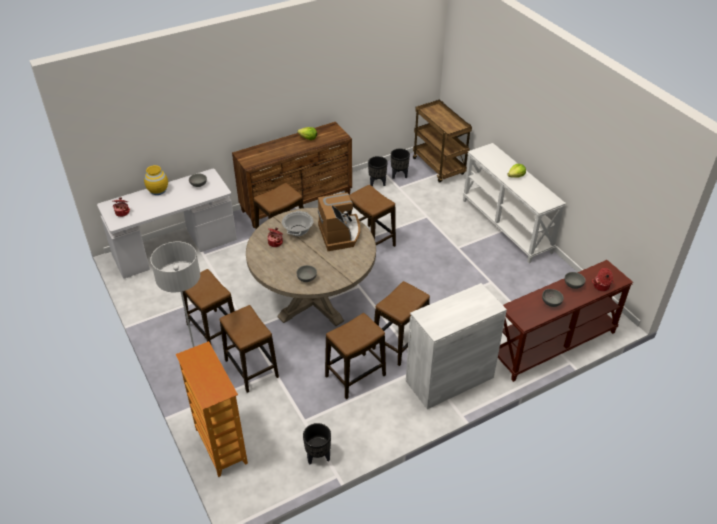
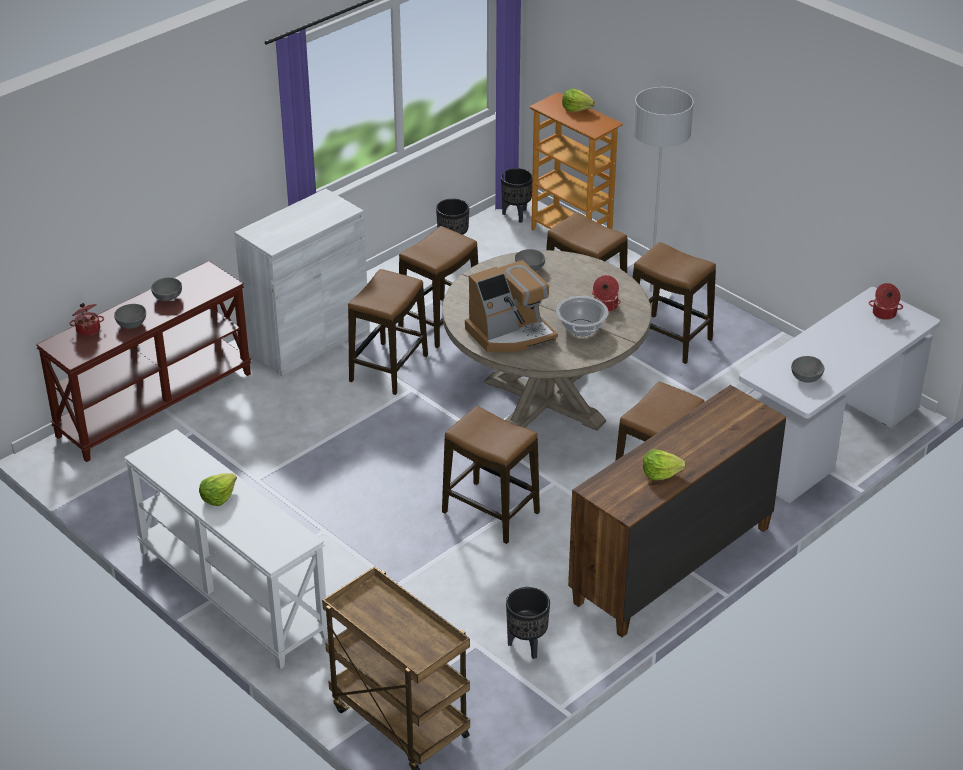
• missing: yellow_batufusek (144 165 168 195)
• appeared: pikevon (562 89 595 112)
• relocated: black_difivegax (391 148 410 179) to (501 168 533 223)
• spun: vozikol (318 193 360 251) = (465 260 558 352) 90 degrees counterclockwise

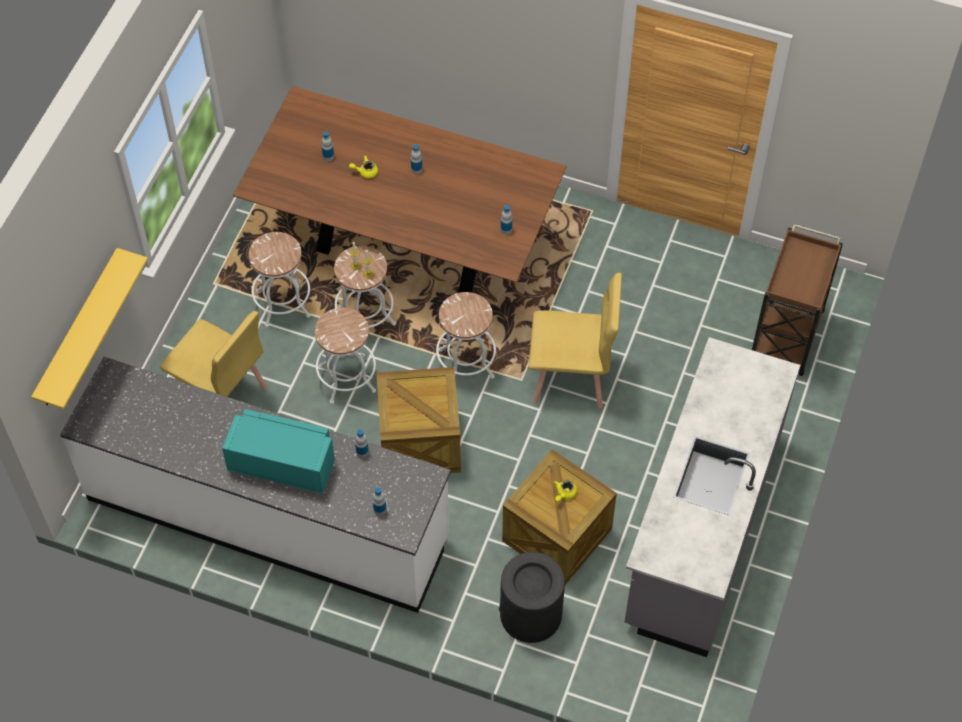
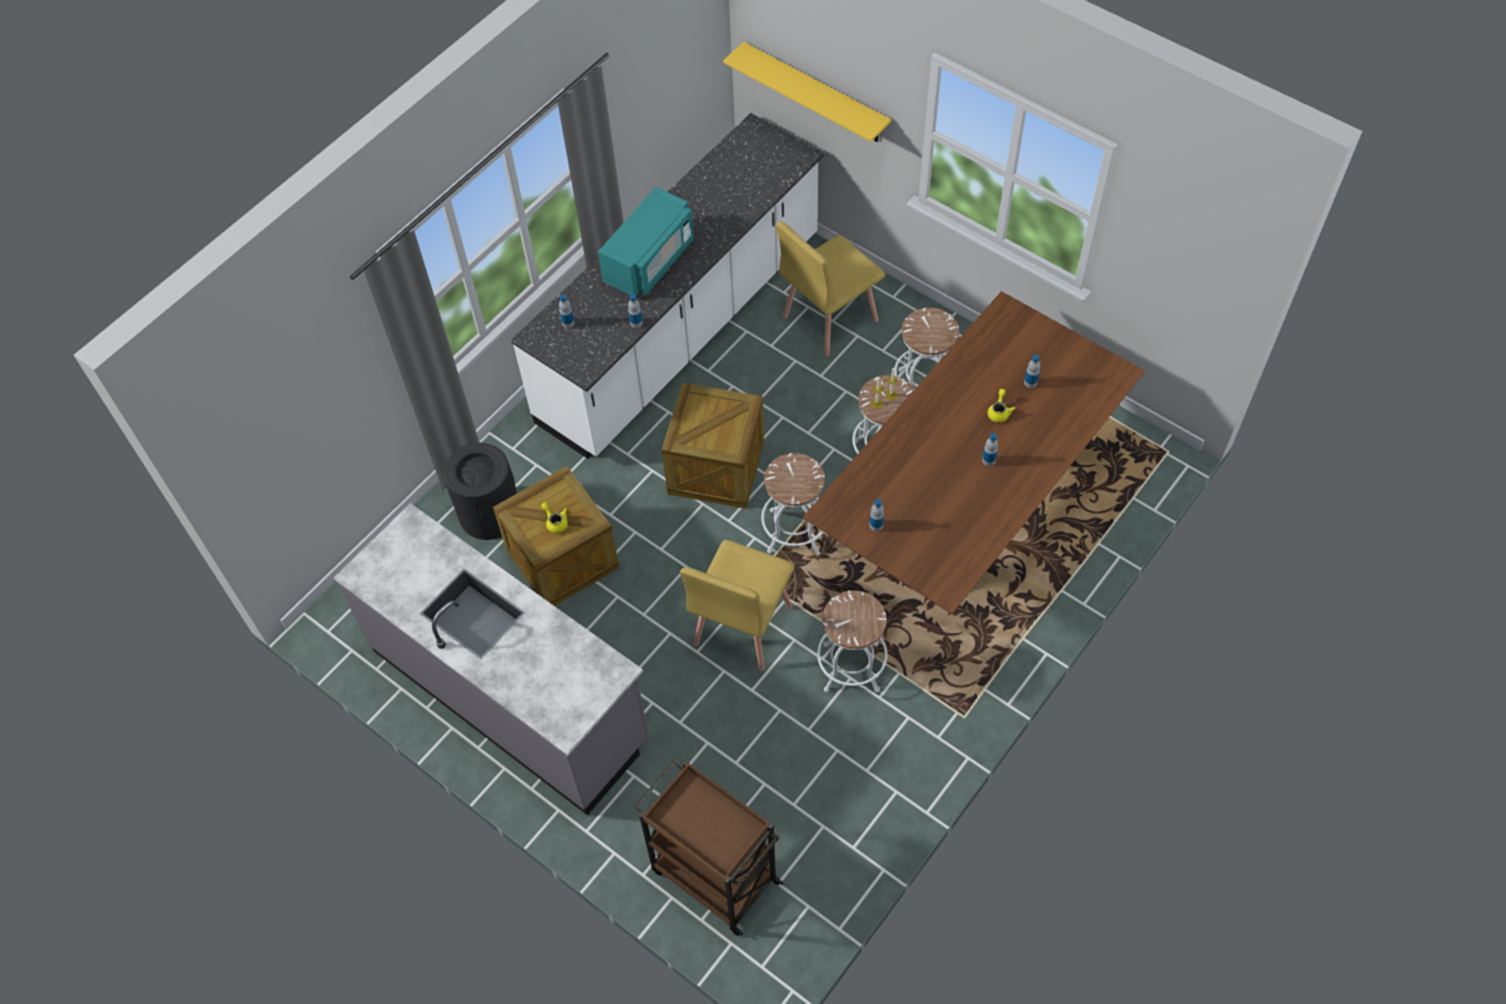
• relocated: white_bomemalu (315 307 376 404) to (817 590 887 692)

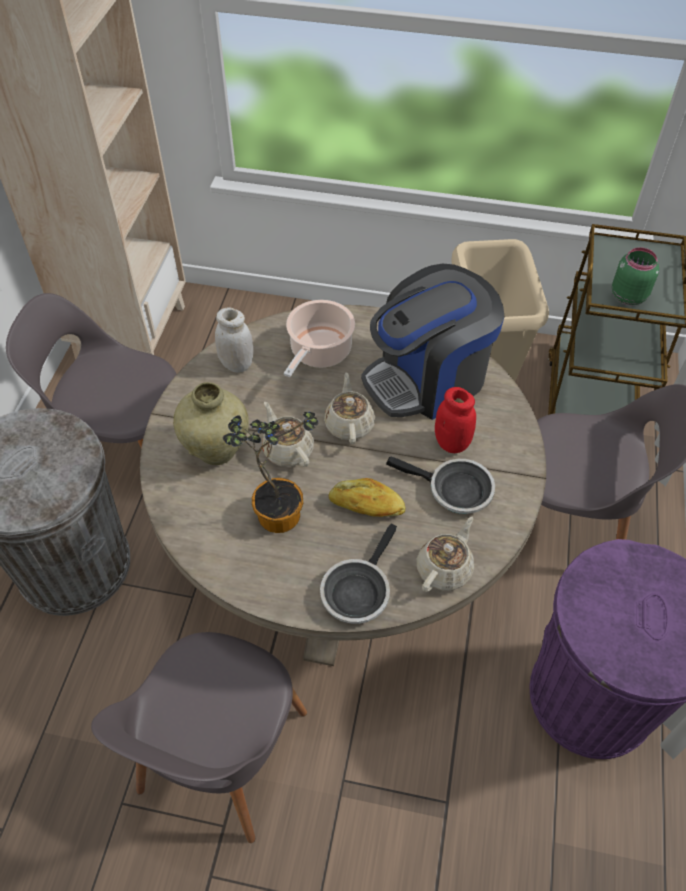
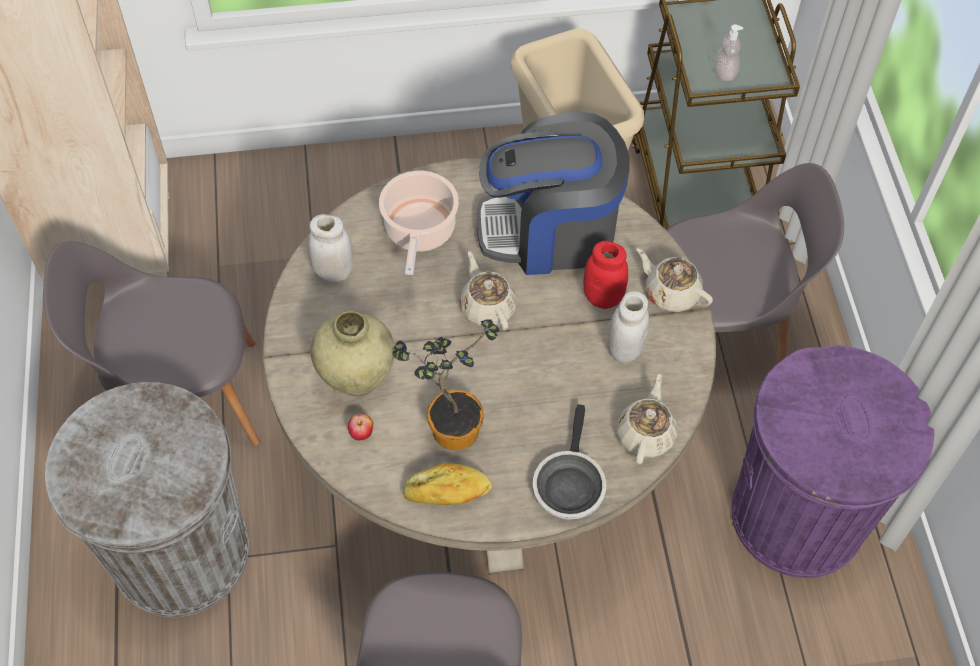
• appeared: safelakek (348 414 373 441)
• relocated: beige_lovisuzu (262 402 314 467) to (636 248 713 312)
• relocated: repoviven (329 478 405 517) to (403 463 492 505)
• exchanged: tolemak (386 456 495 514) to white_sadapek (608 291 649 363)
• exchanged: green_sadapek (612 247 659 305) to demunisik (714 24 743 81)
• spun: vozikol (361 264 504 420) = (477 112 629 275) 45 degrees clockwise

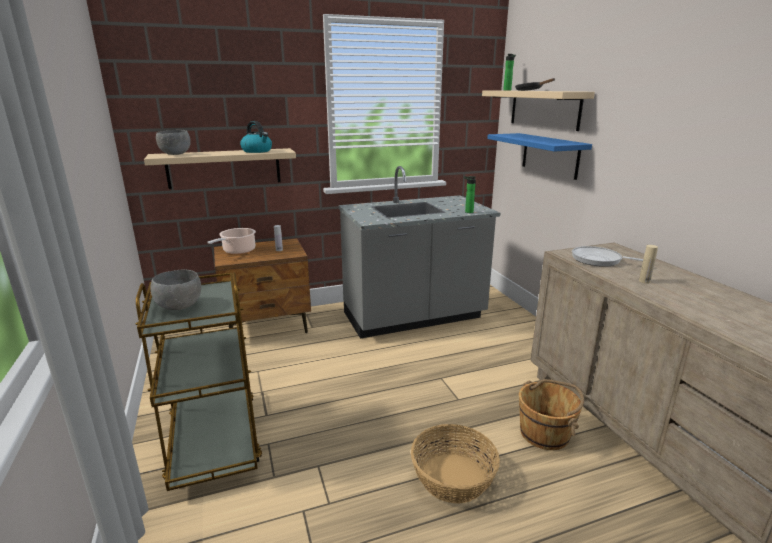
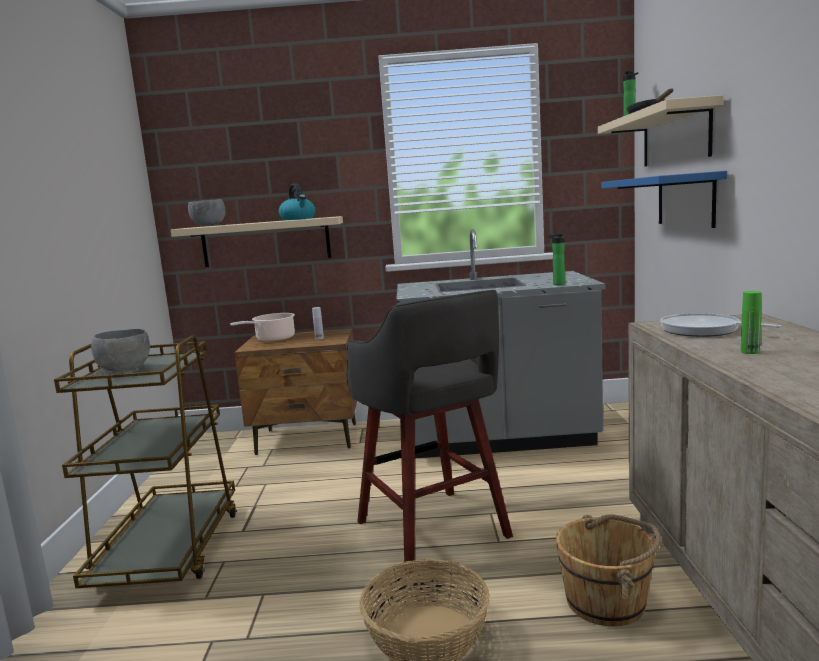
• appeared: grey_bomemalu (346 290 513 574)
• colour: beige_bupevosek (639 245 658 284) to green_bupevosek (741 291 762 354)

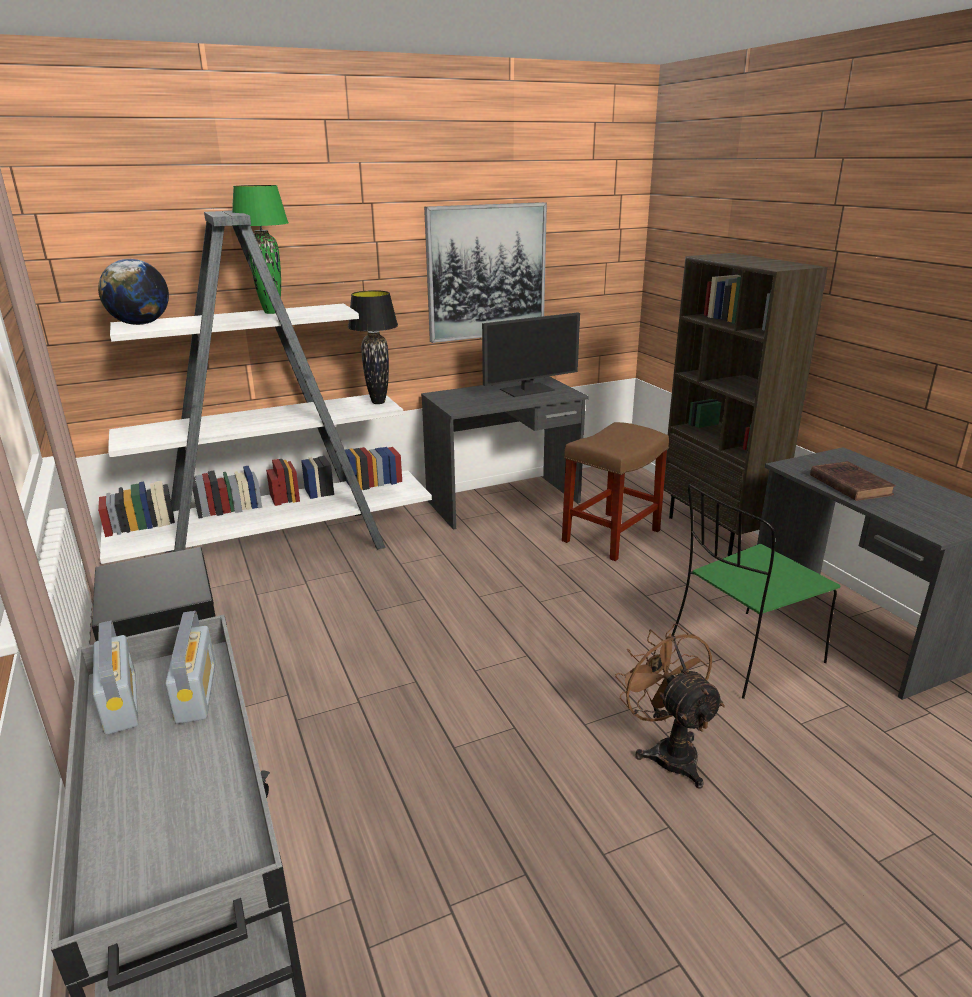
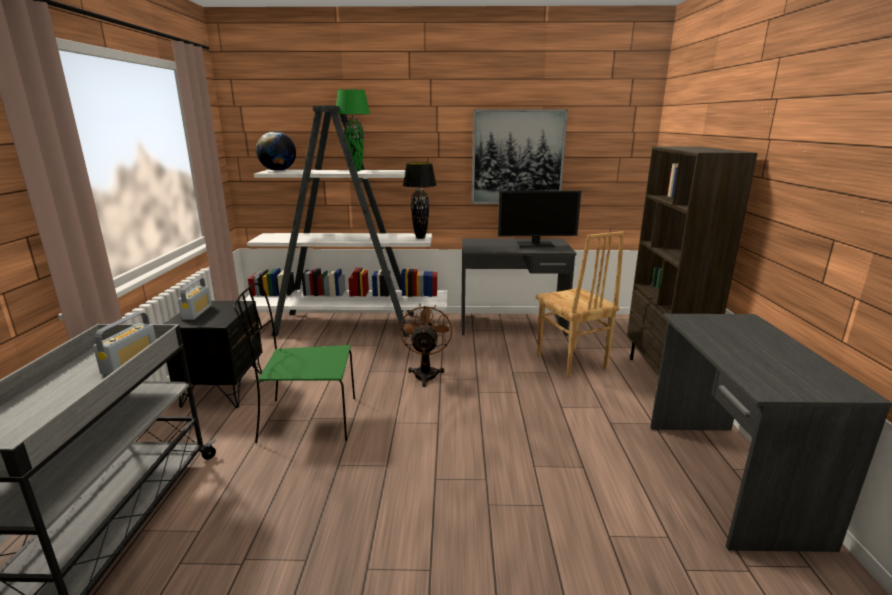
• missing: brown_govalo (810 461 896 501)
• relocated: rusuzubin (93 621 139 735) to (178 278 212 320)
• relocated: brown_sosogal (615 624 725 789) to (400 304 452 387)
• relocated: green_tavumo (671 484 841 699) to (233 283 355 443)
• exchanged: brown_bomemalu (562 422 669 561) to brown_tavumo (536 231 624 378)

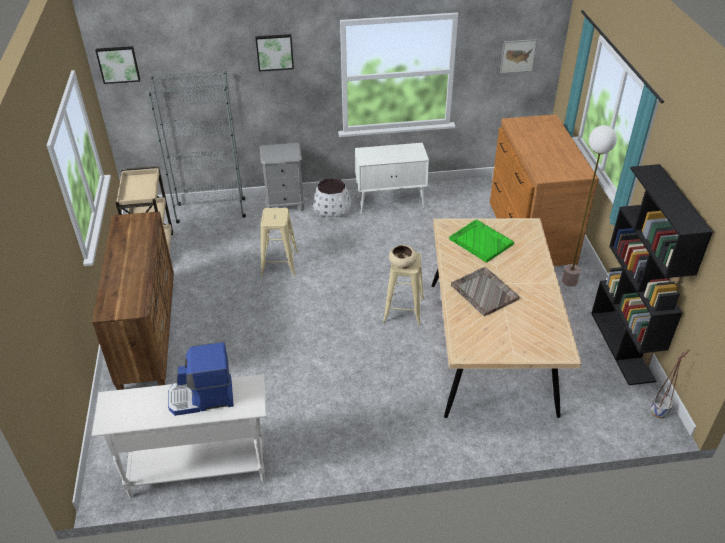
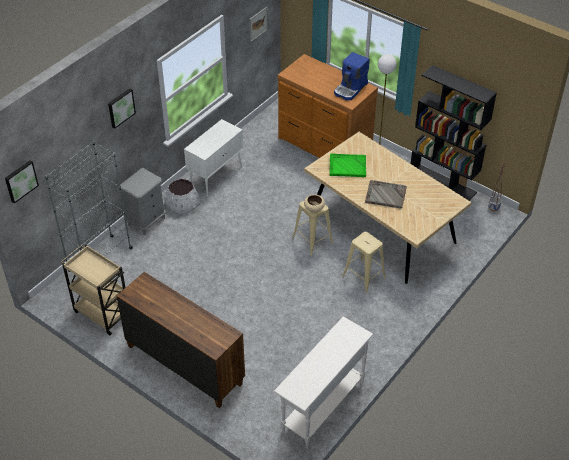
• relocated: vozikol (168 342 234 416) to (334 52 370 100)
• relocated: beige_bomemalu (260 208 298 277) to (342 232 386 293)

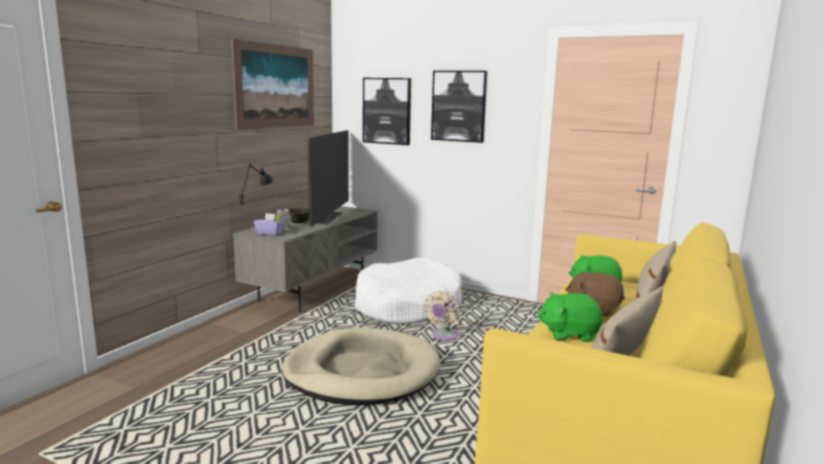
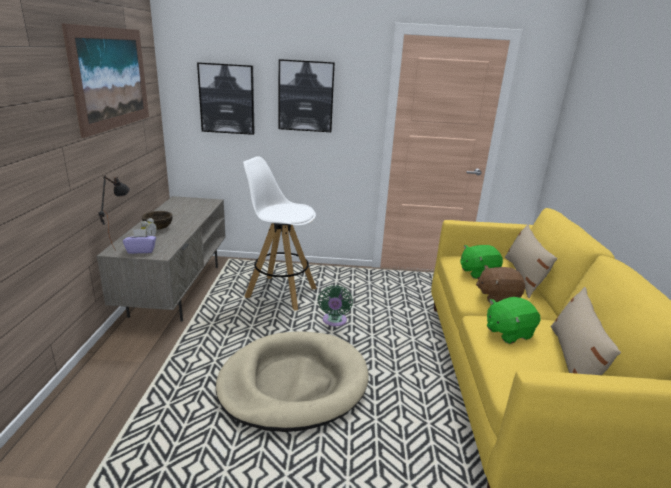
• missing: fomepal (307 130 349 227)
• exchanged: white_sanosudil (355 258 462 324) to white_bomemalu (243 156 317 311)
• colour: beige_sosogal (424 291 459 340) to green_sosogal (318 285 353 326)

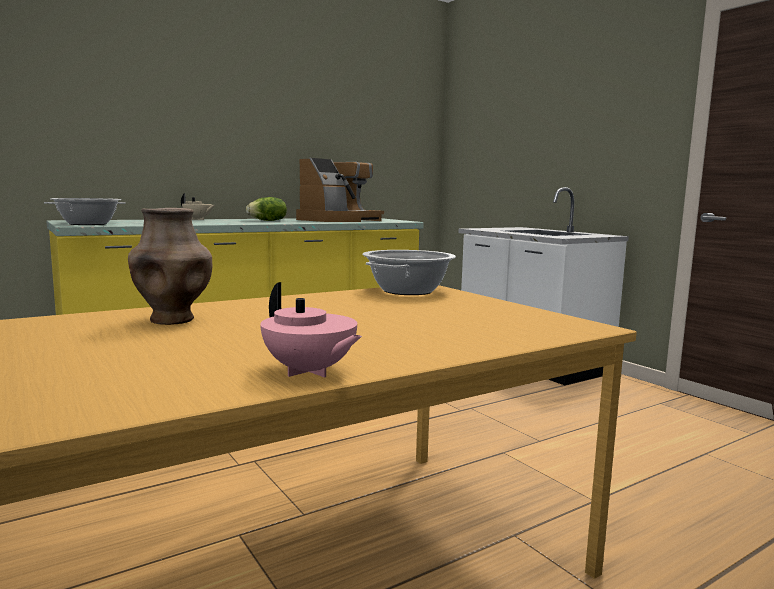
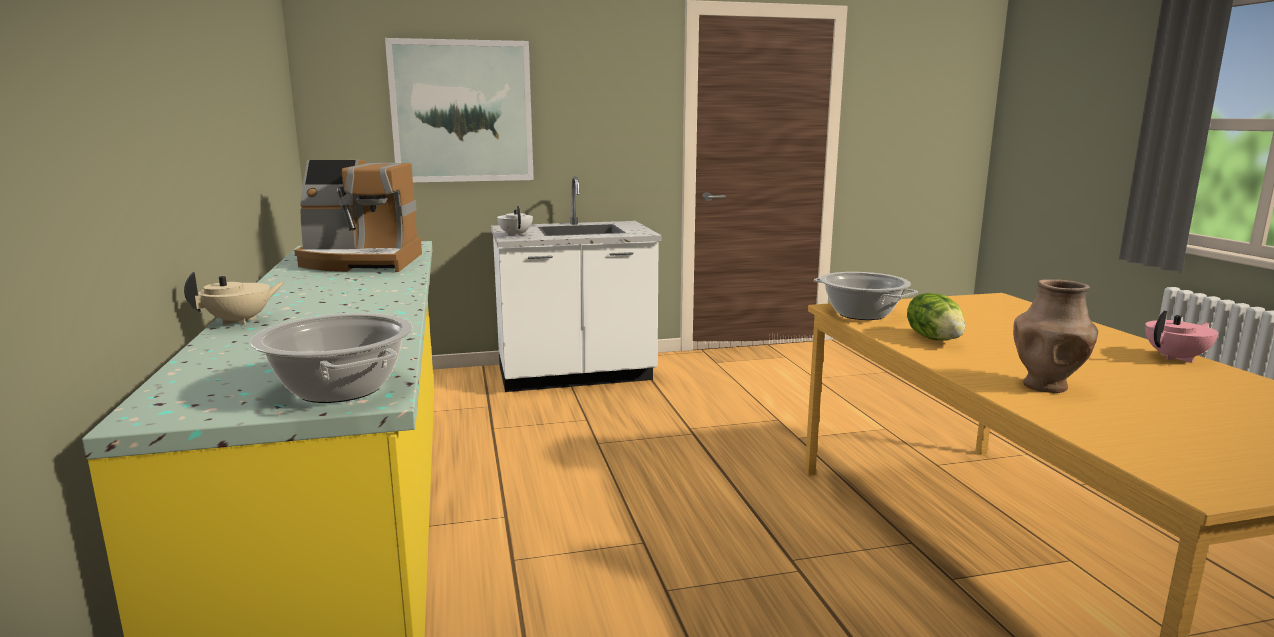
• appeared: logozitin (385 38 534 182)
• appeared: white_lovisuzu (497 206 533 237)
• relocated: pikevon (246 197 287 221) to (907 293 965 341)
• spun: vozikol (296 158 384 222) = (294 160 422 272) 120 degrees clockwise

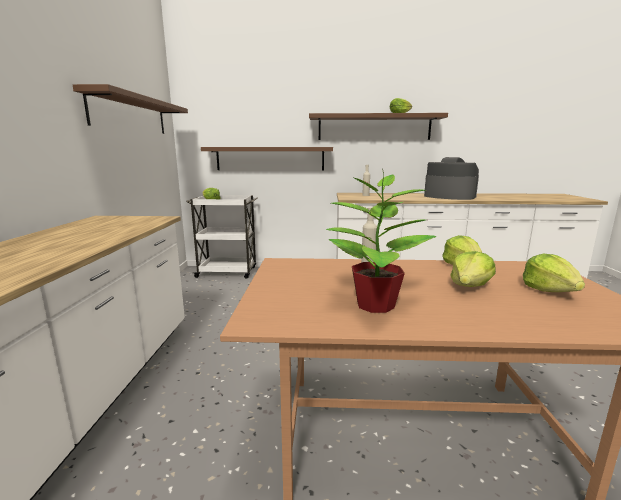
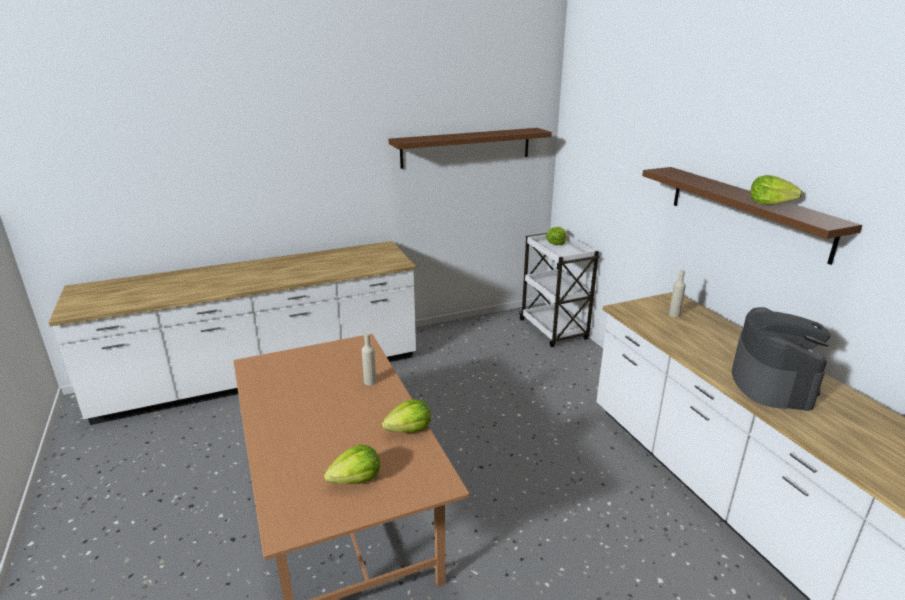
• missing: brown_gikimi (201 147 333 171)
• missing: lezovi (326 169 437 313)
• missing: pikevon (450 251 496 287)

